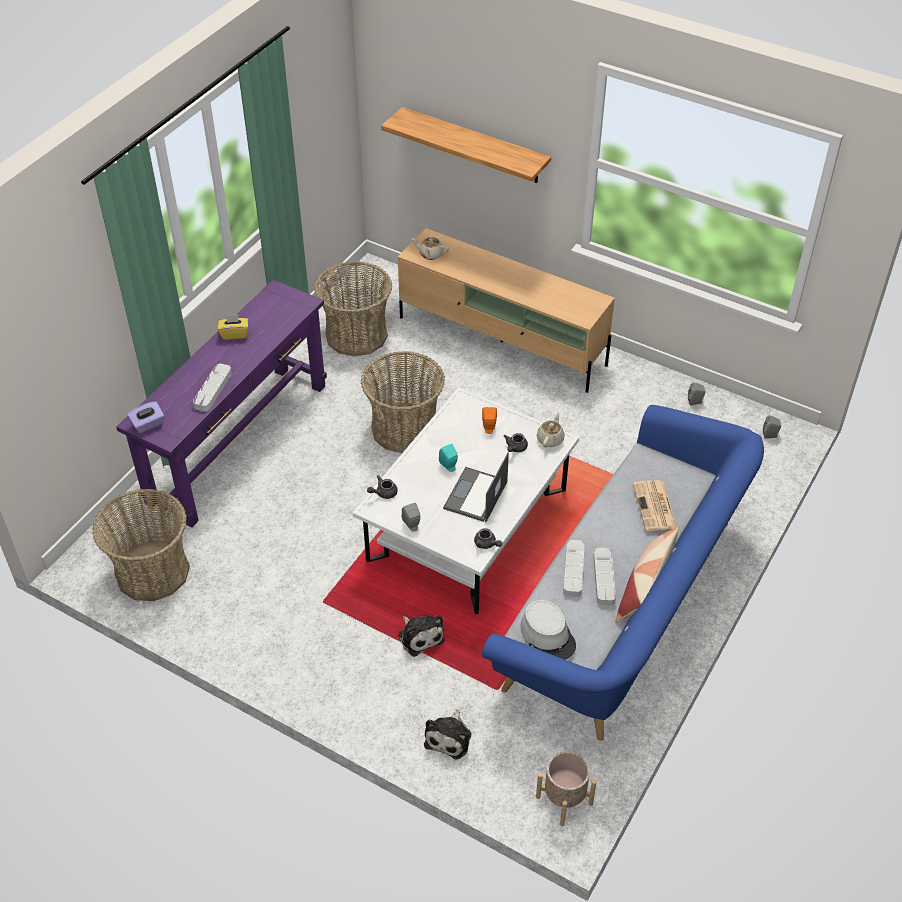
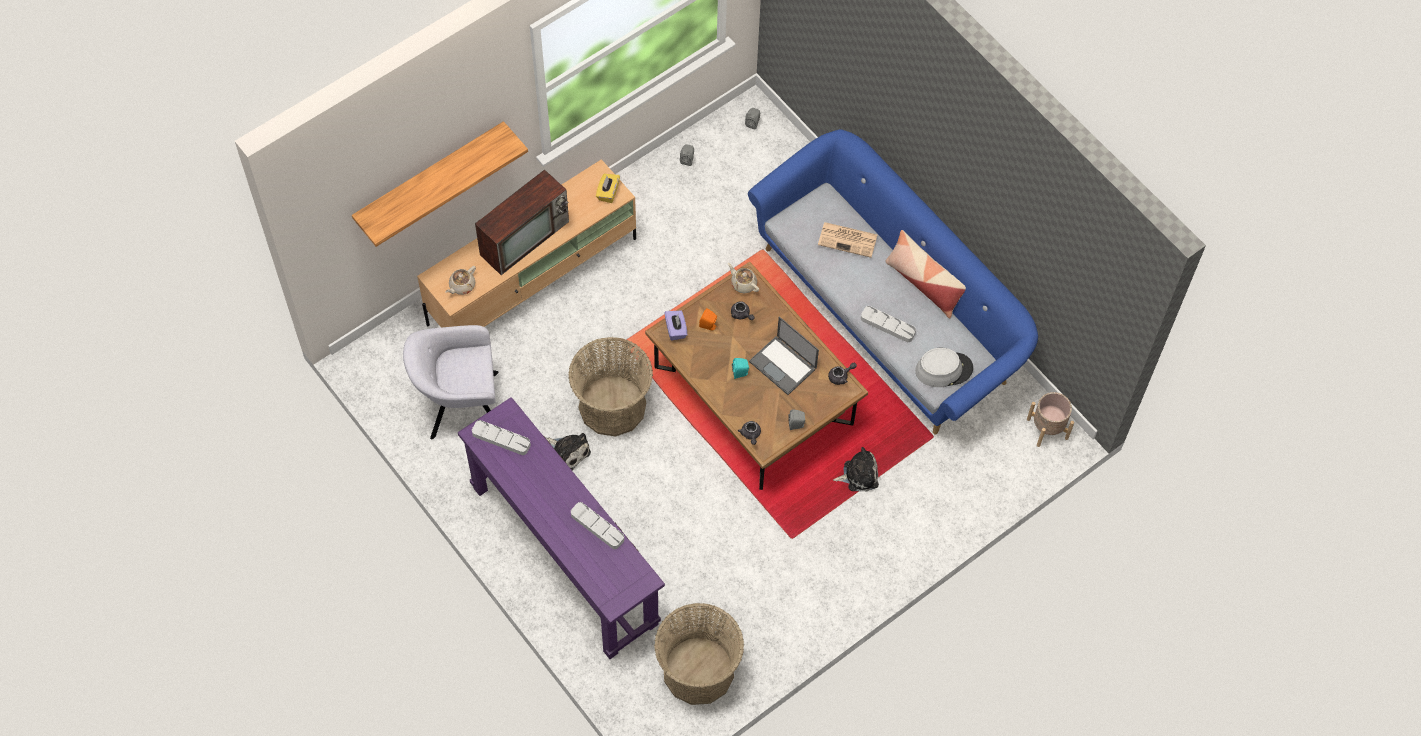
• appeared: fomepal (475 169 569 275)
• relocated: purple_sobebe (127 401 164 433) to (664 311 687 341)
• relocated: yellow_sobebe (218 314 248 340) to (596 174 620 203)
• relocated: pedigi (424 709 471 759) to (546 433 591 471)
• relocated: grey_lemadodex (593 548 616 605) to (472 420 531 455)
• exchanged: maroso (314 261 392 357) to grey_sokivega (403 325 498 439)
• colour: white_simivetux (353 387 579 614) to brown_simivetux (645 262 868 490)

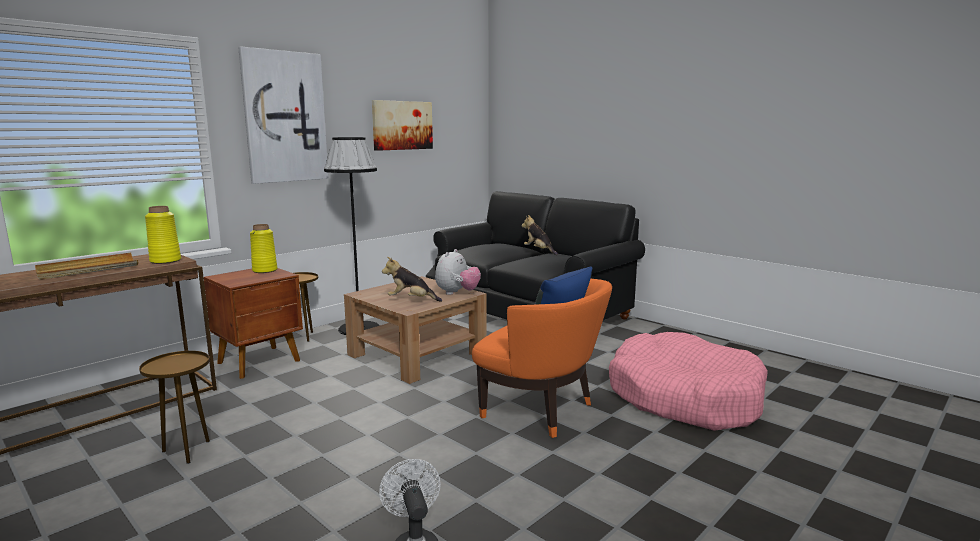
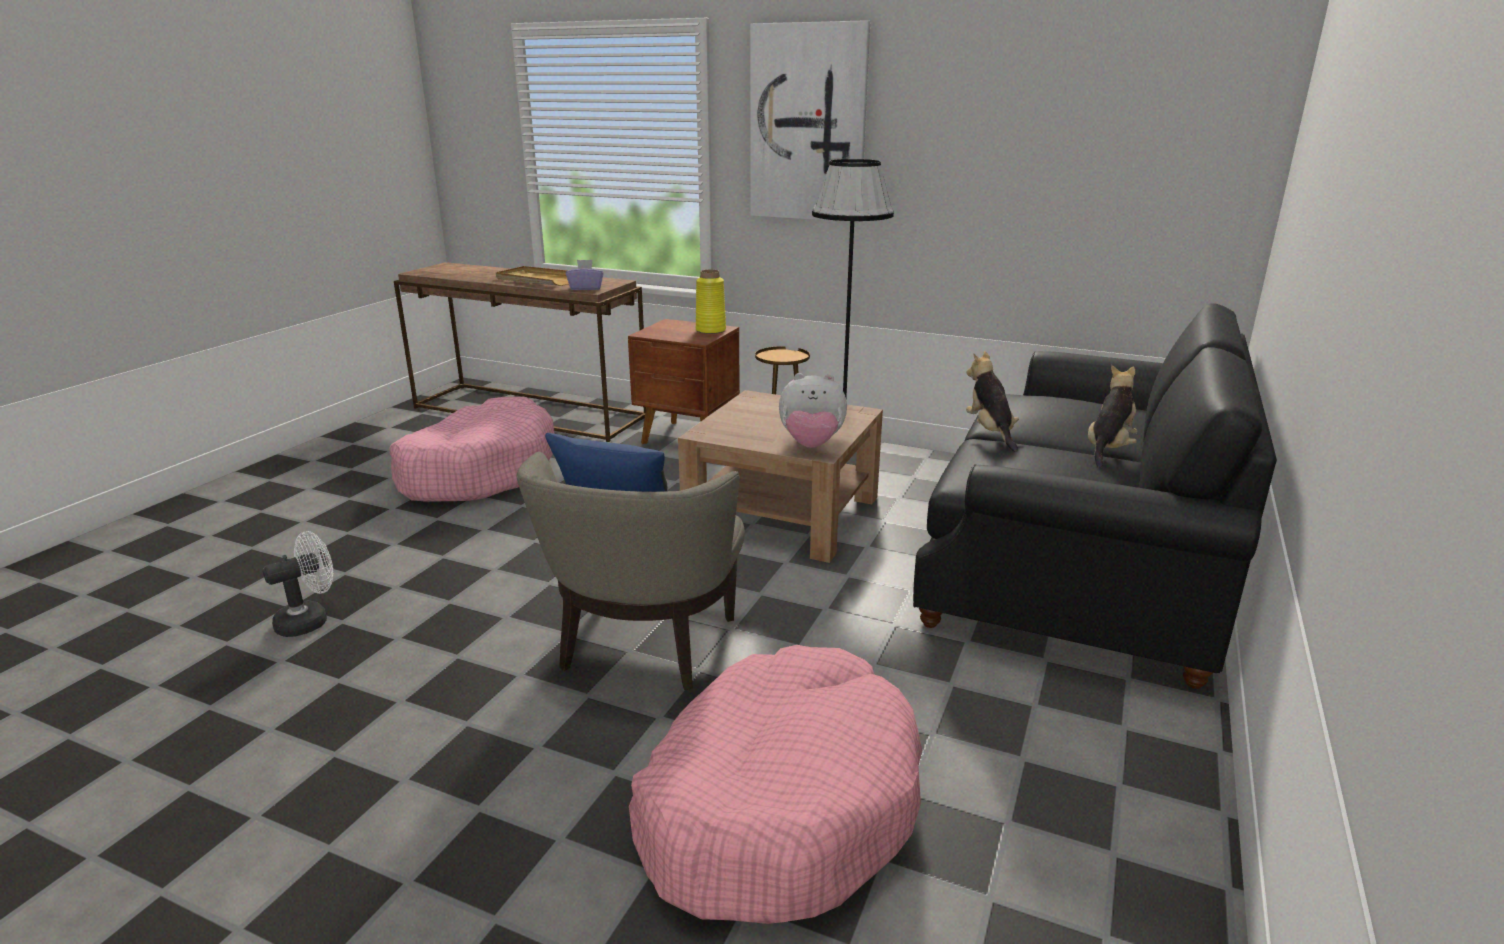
• missing: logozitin (372 100 433 151)
• relocated: pedigi (382 257 442 302) to (966 351 1019 452)
• exchanged: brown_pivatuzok (139 351 210 464) to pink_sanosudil (389 397 554 502)
• exchanged: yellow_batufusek (145 206 181 264) to purple_sobebe (566 260 604 290)
• colour: orange_sokivega (472 278 612 438) to beige_sokivega (516 452 745 690)

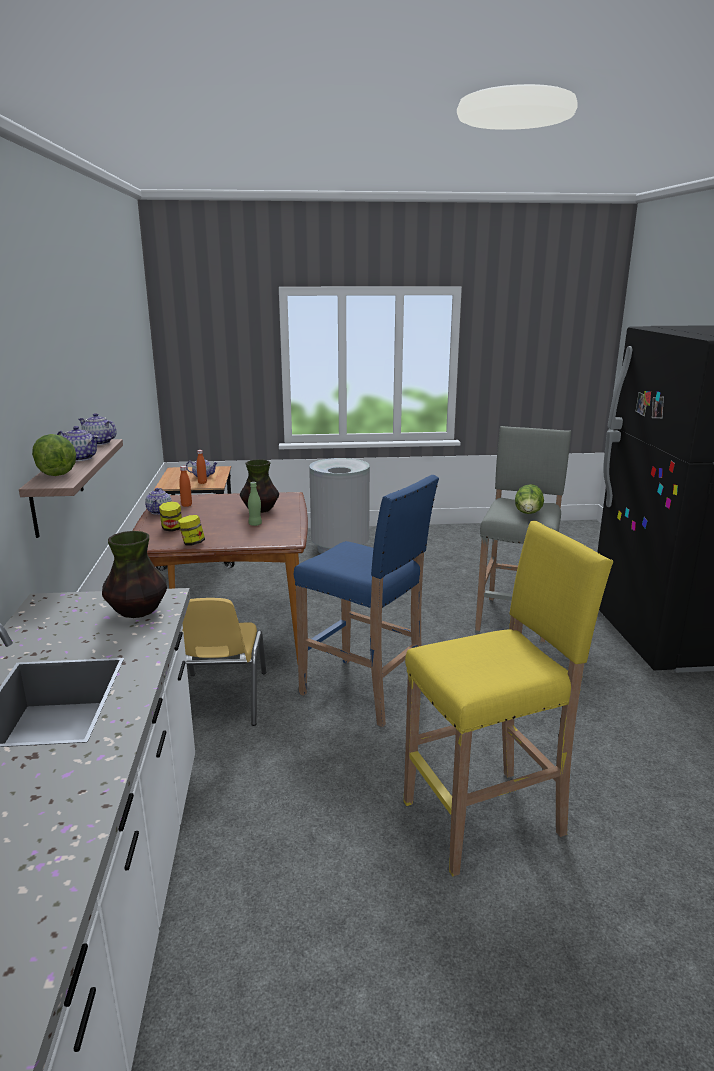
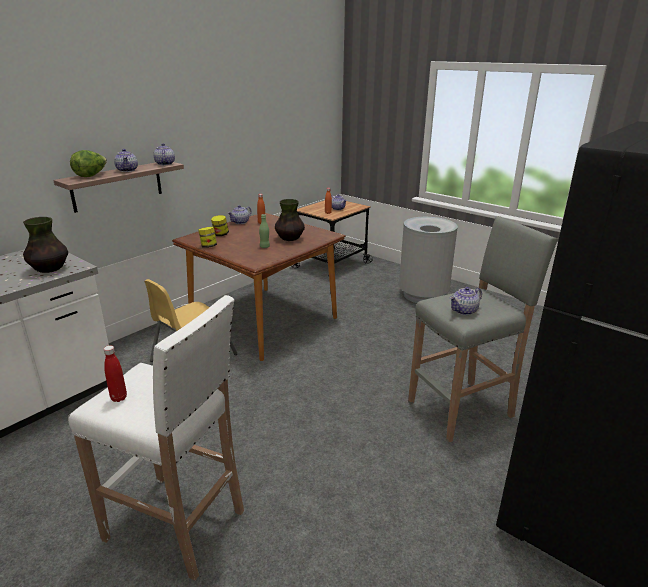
• missing: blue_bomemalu (294 475 439 727)
• appeared: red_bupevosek (104 345 127 402)
• exchanged: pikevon (515 484 544 514) to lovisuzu (450 287 482 315)
• colour: yellow_bomemalu (404 521 613 876) to white_bomemalu (68 295 244 580)

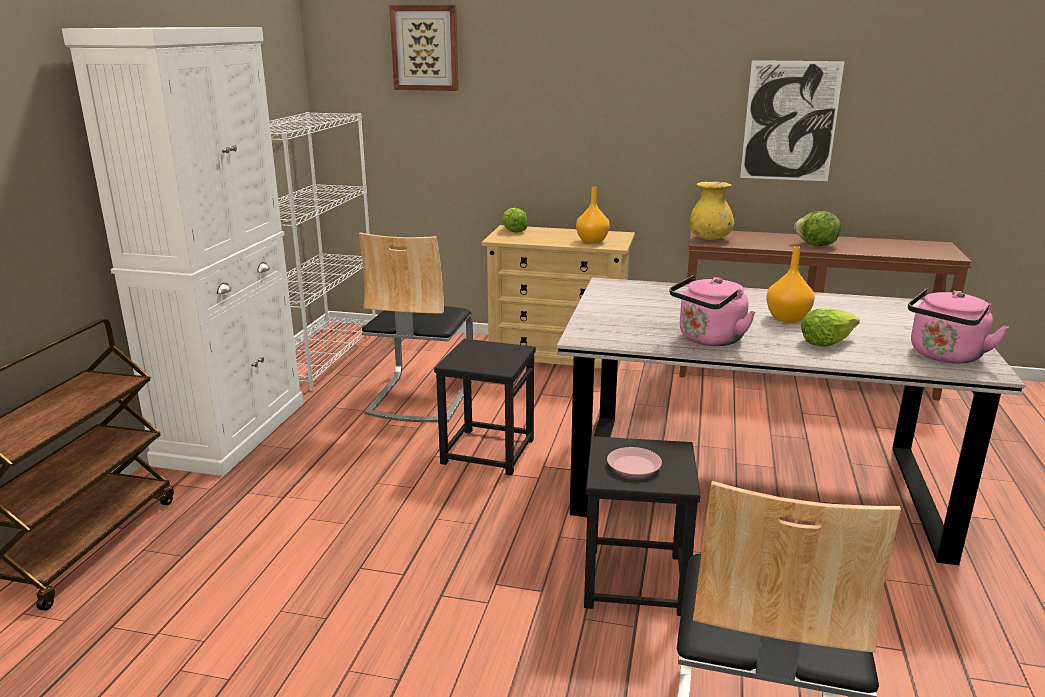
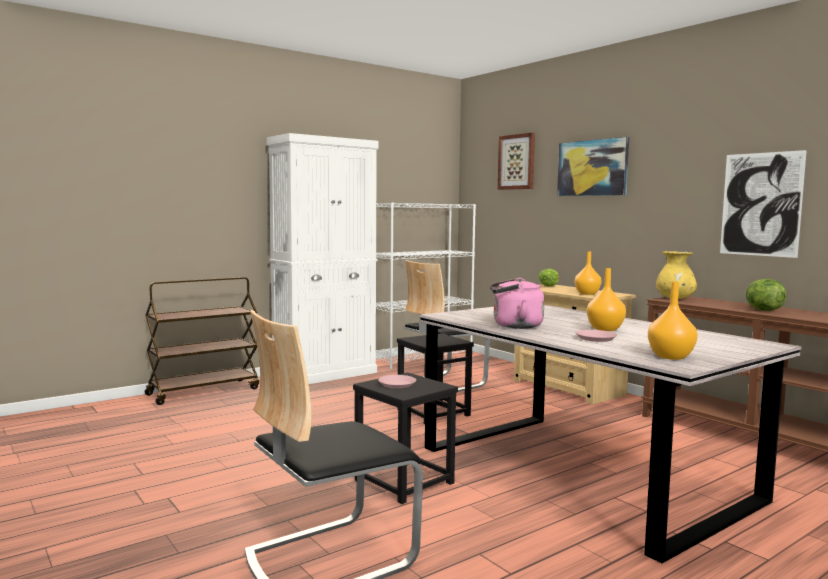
• appeared: logozitin (557 137 629 196)
• exchanged: pikevon (801 308 860 347) to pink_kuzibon (576 330 617 342)
• exchanged: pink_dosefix (908 289 1009 363) to orange_batufusek (648 282 698 360)

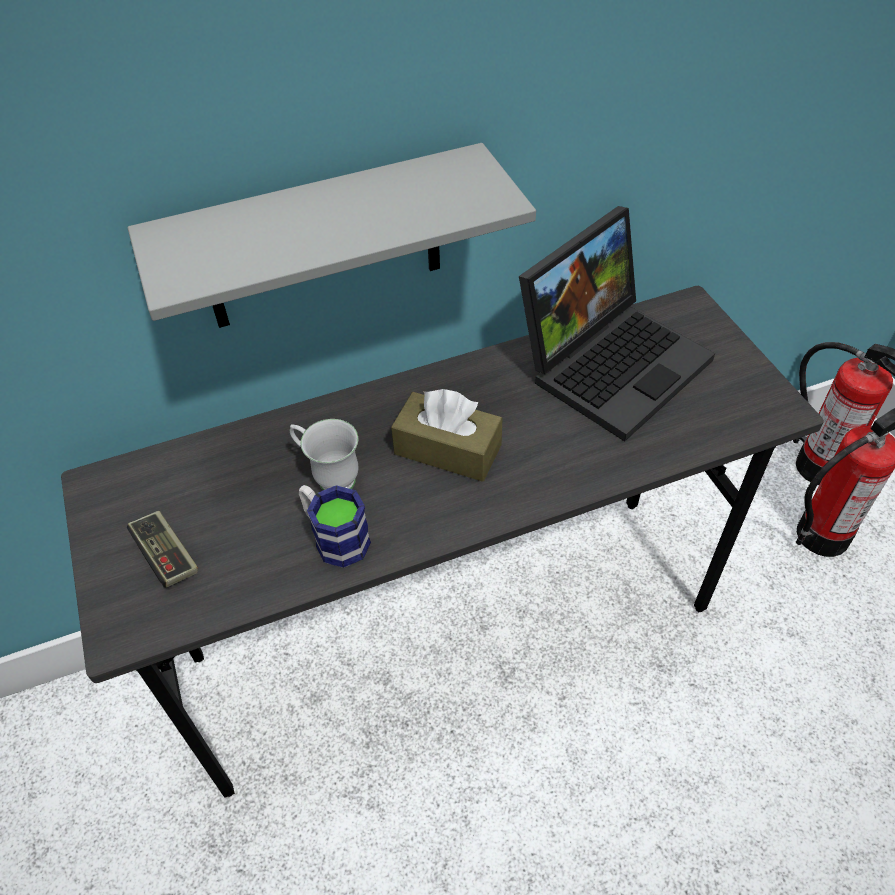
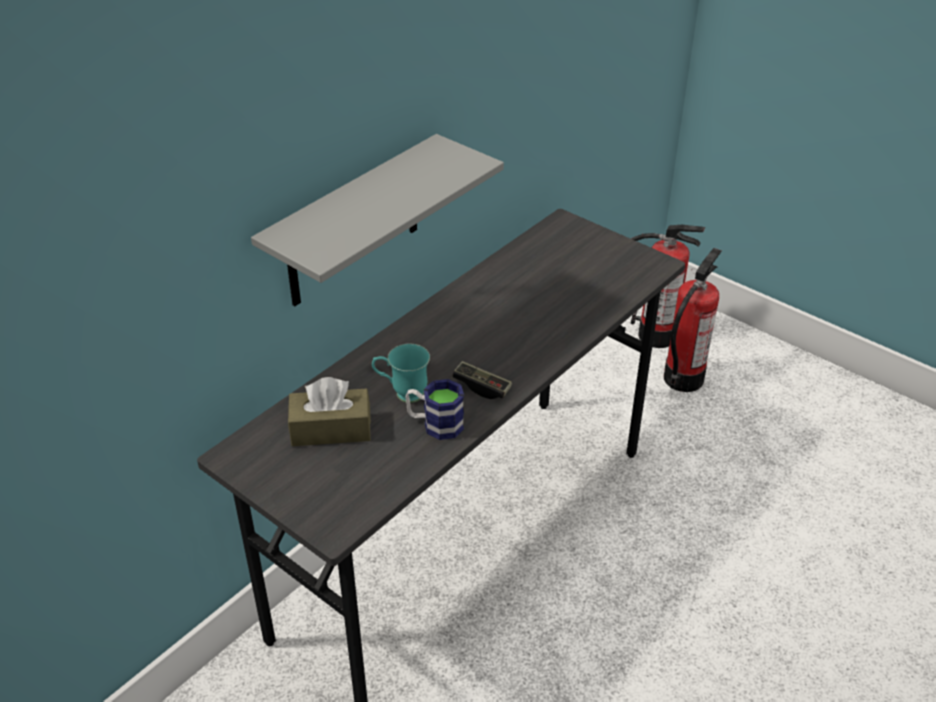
• missing: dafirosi (519 206 715 442)
• relocated: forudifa (127 511 198 588) to (452 361 512 399)
• relocated: brown_sobebe (391 389 502 482) to (288 377 371 446)
• colour: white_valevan (290 419 358 490) to turquoise_valevan (372 344 430 403)

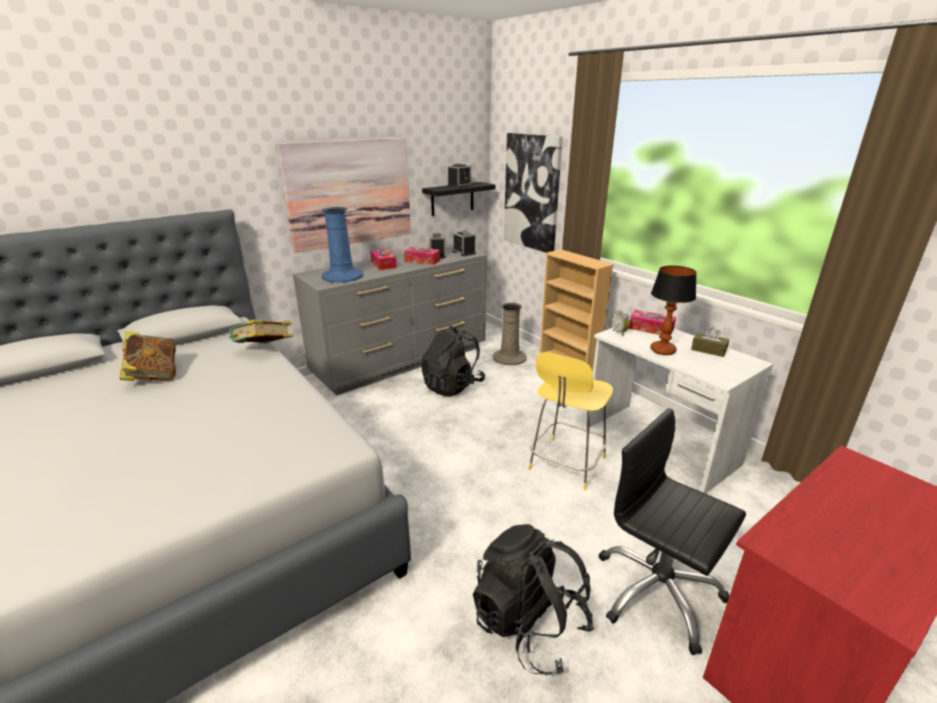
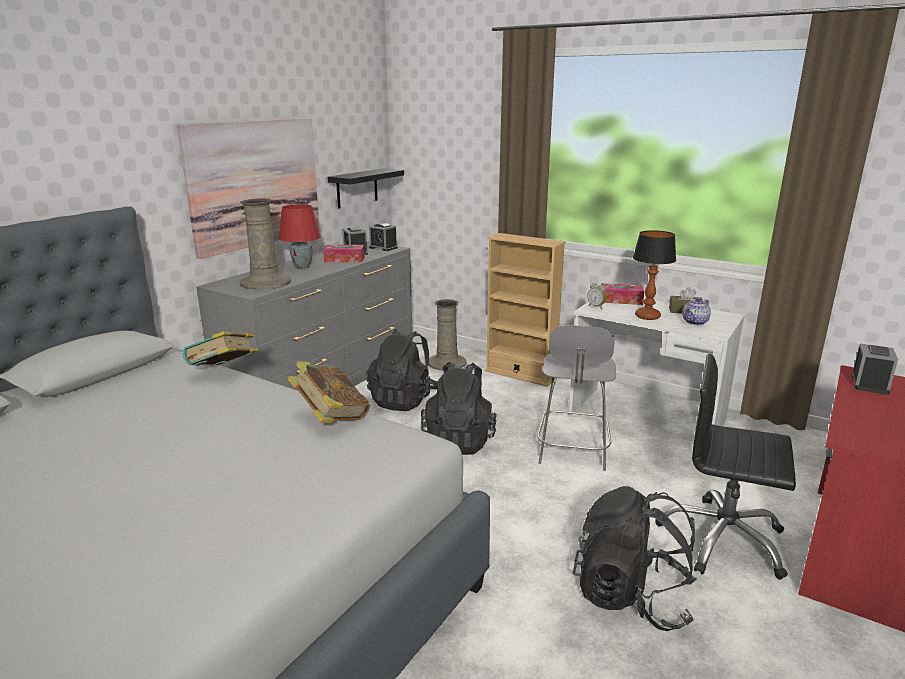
• missing: logozitin (504 133 563 253)
• appeared: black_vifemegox (421 362 497 455)
• appeared: lovisuzu (682 298 711 325)
• relocated: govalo (120 331 176 381) to (287 361 370 423)
• relocated: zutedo (447 164 472 188) to (852 344 898 395)
• exchanged: sobebe (370 249 396 270) to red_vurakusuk (279 204 321 269)
• colour: blue_batufusek (322 207 363 283) to beige_batufusek (240 198 291 290)
• colour: yellow_bomemalu (529 352 613 491) to grey_bomemalu (537 325 616 471)

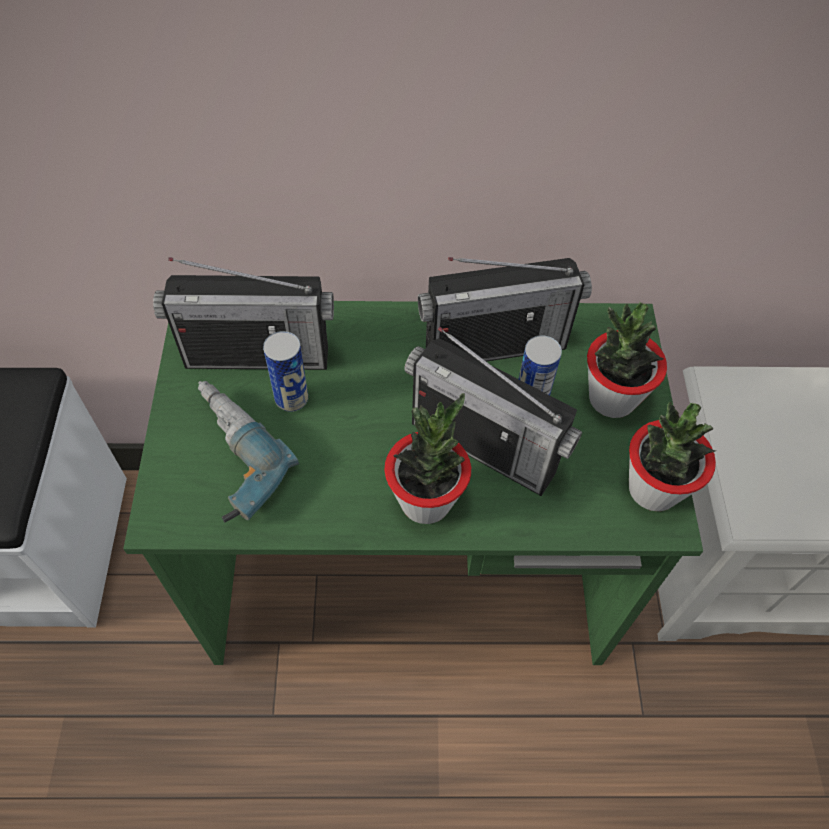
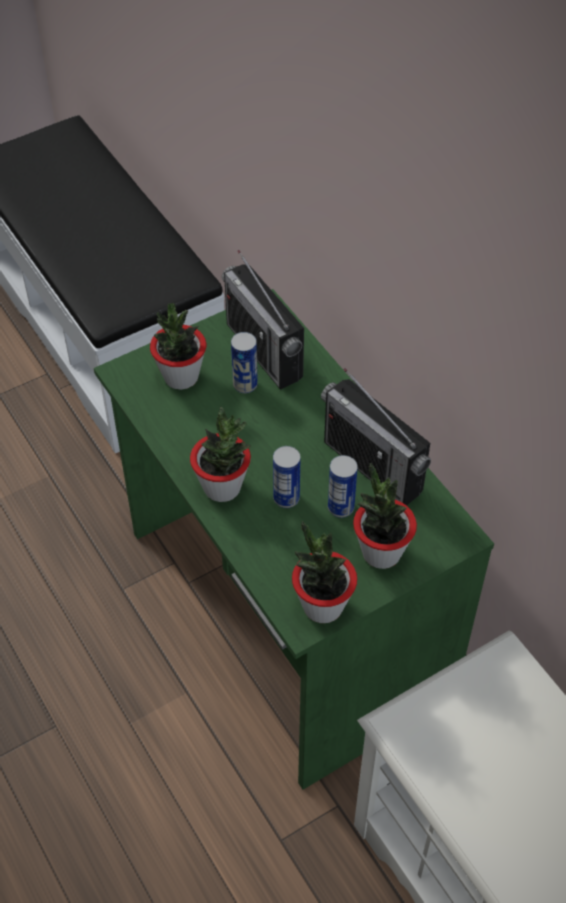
• exchanged: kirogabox (198 381 299 523) to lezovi (150 303 206 390)
• exchanged: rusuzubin (404 327 582 496) to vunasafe (273 446 300 508)

